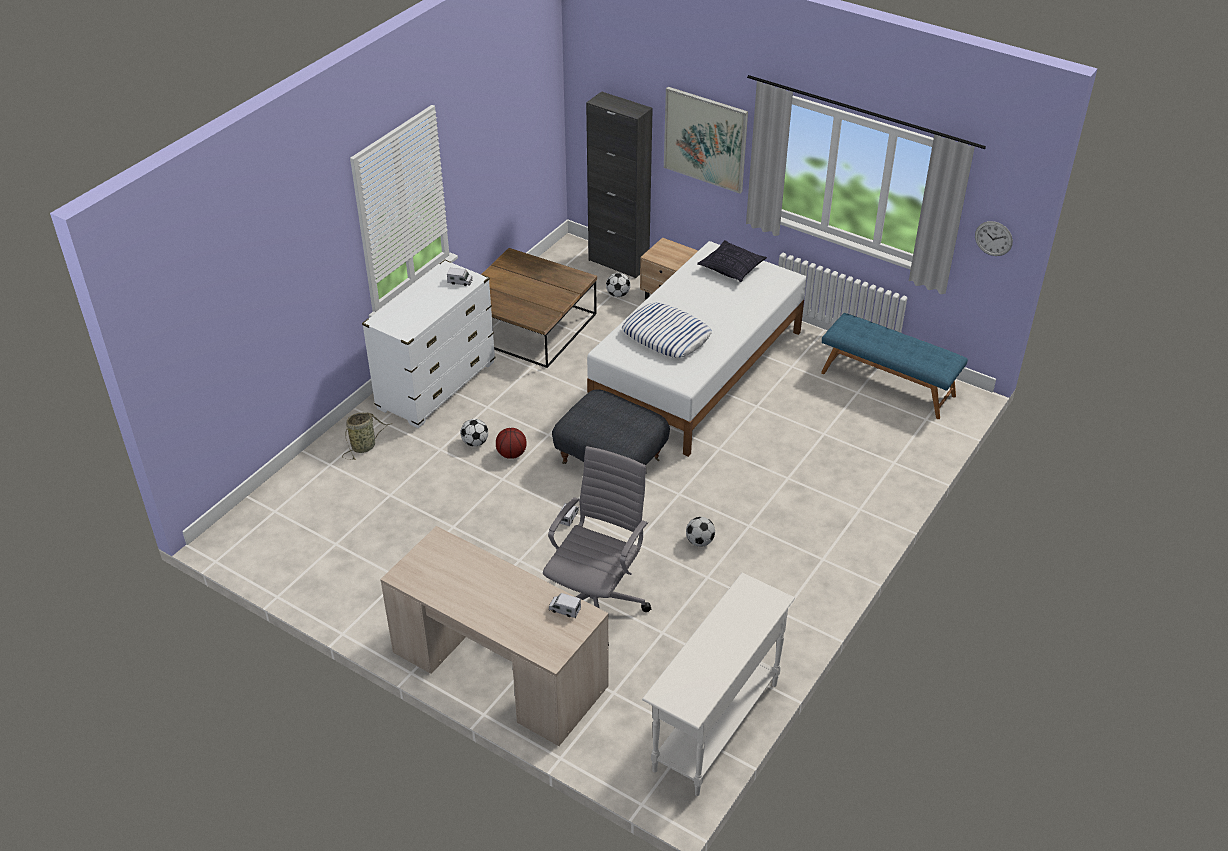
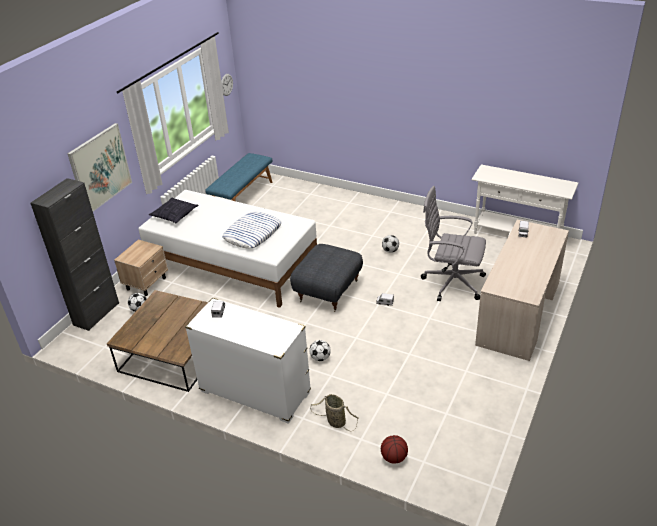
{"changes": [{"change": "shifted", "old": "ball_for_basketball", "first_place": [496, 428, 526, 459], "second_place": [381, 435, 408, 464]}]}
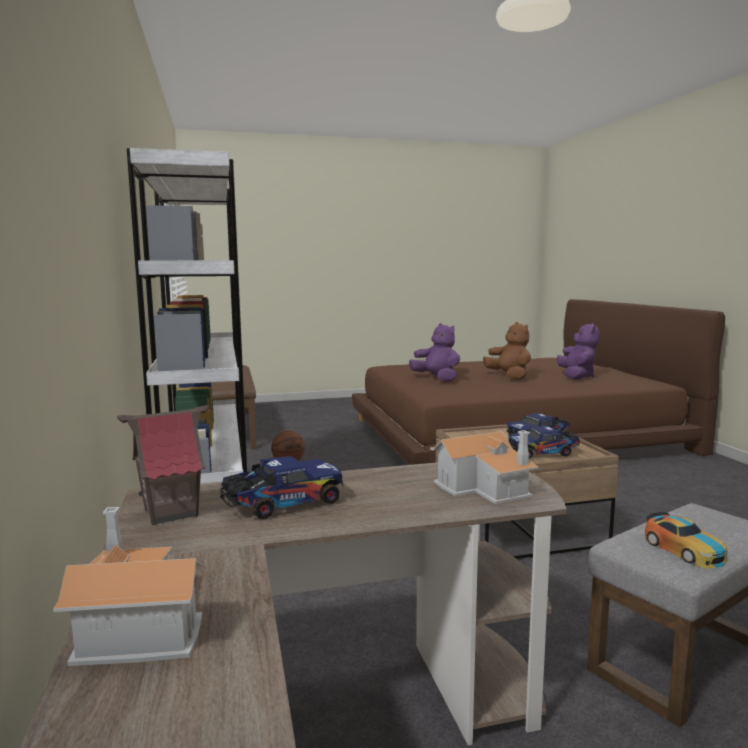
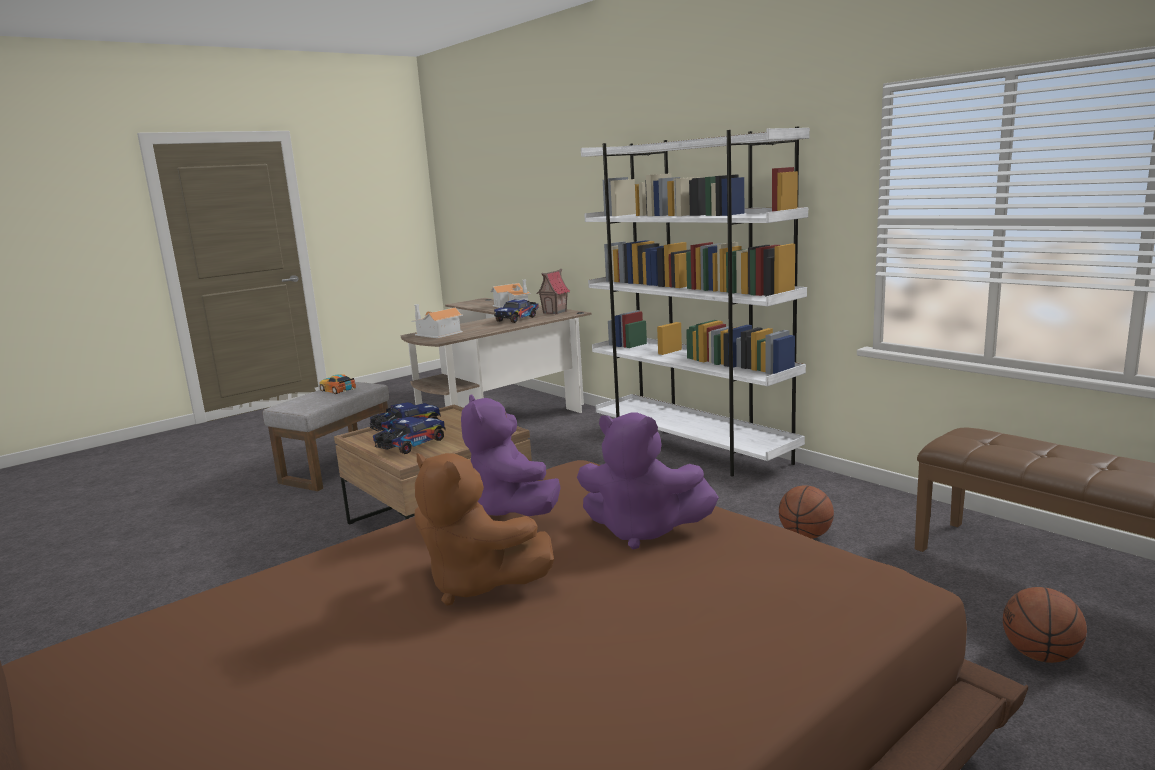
{"changes": [{"change": "new", "new": "ball_for_basketball", "second_place": [1003, 587, 1087, 663]}, {"change": "shifted", "old": "purple_cuddly_toy", "first_place": [557, 323, 599, 380], "second_place": [461, 394, 561, 516]}]}
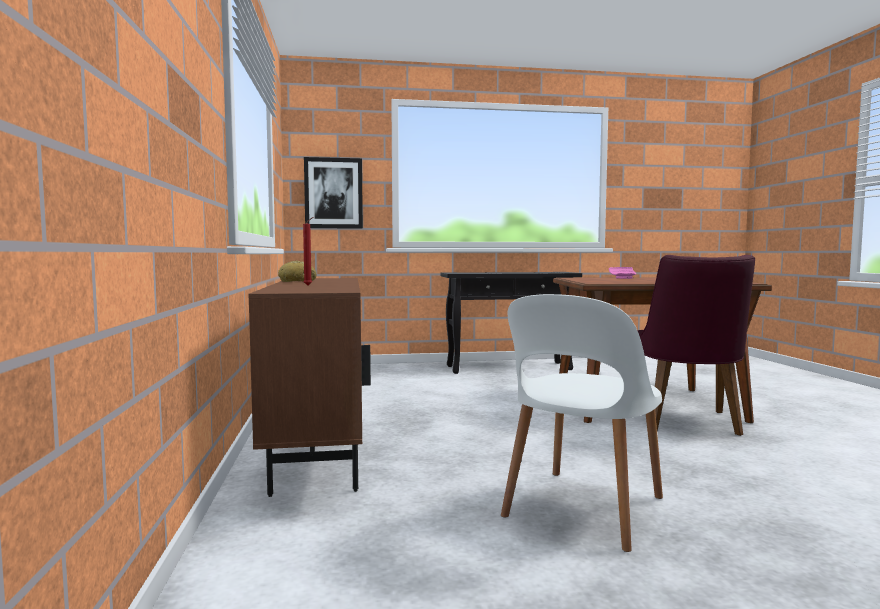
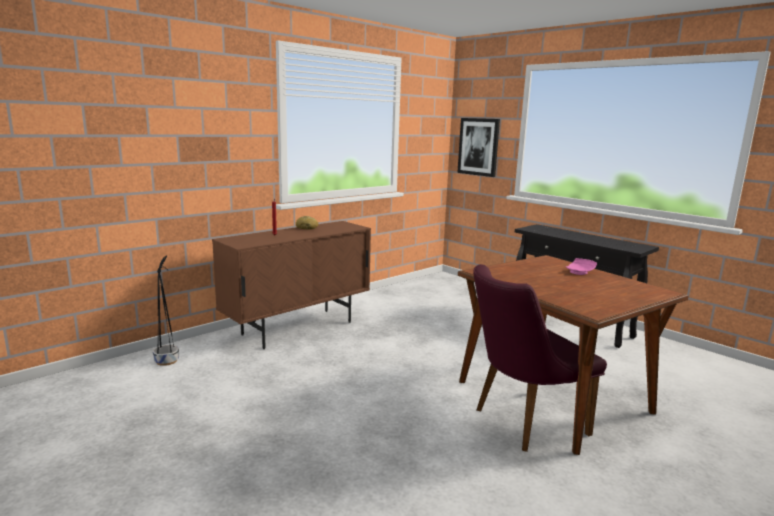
{"changes": [{"change": "gone", "old": "whitish_plain_chair", "first_place": [501, 294, 663, 552]}, {"change": "new", "new": "blackish_flower_pot", "second_place": [153, 255, 179, 366]}]}
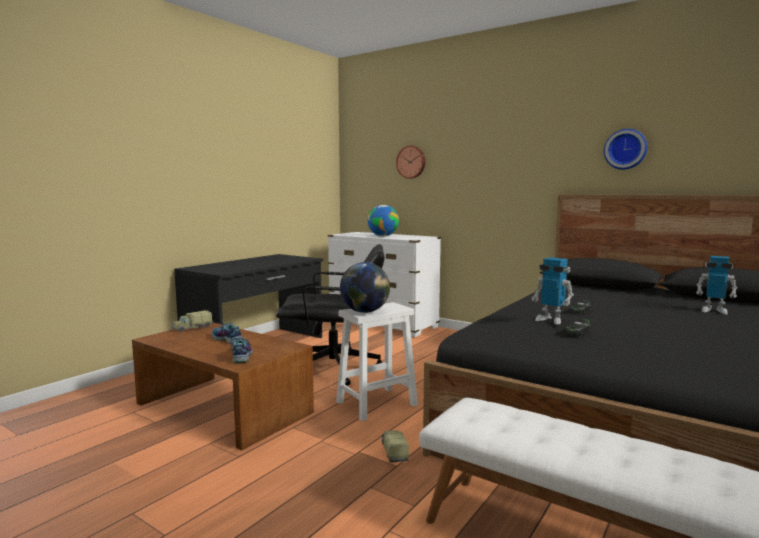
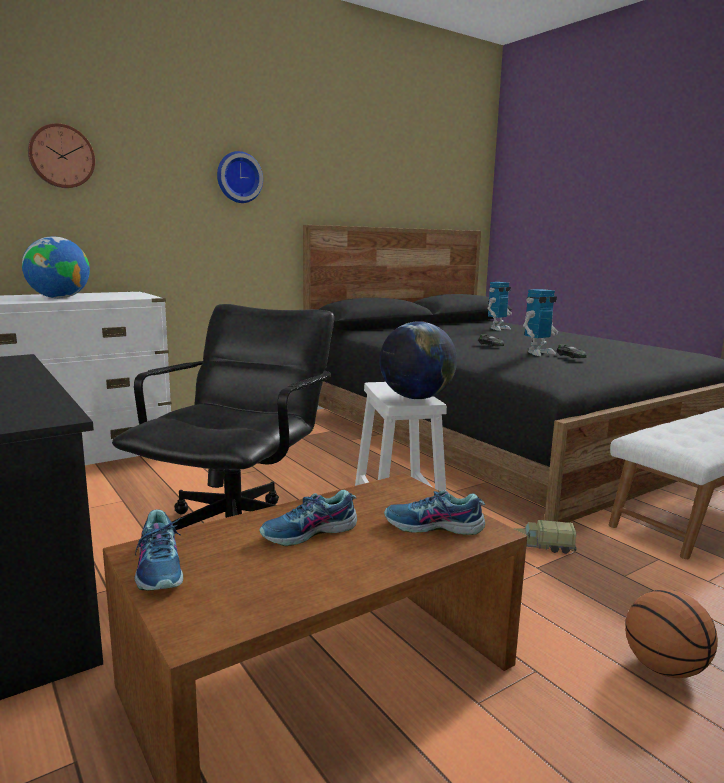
{"changes": [{"change": "new", "new": "ball_for_basketball", "second_place": [625, 590, 718, 678]}, {"change": "shifted", "old": "clock_on_the_wall", "first_place": [604, 129, 647, 170], "second_place": [217, 151, 263, 203]}, {"change": "swapped", "old": "model_truck", "new": "shoe", "first_place": [172, 310, 213, 332], "second_place": [134, 509, 184, 590]}]}
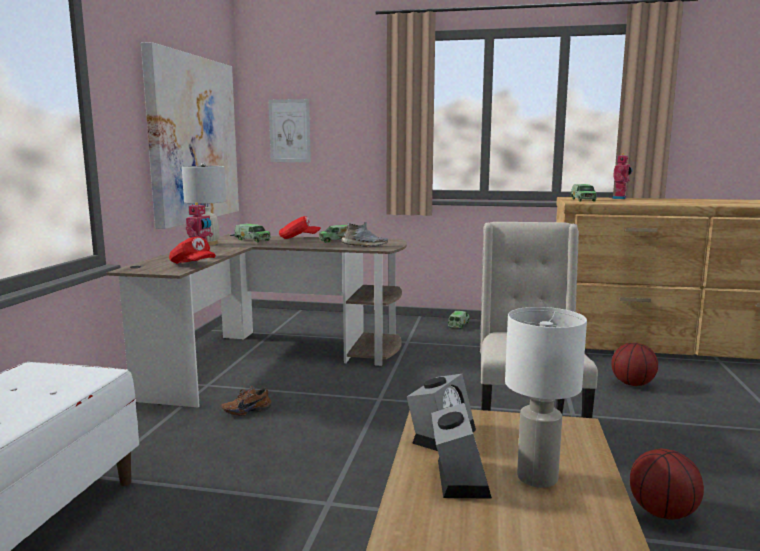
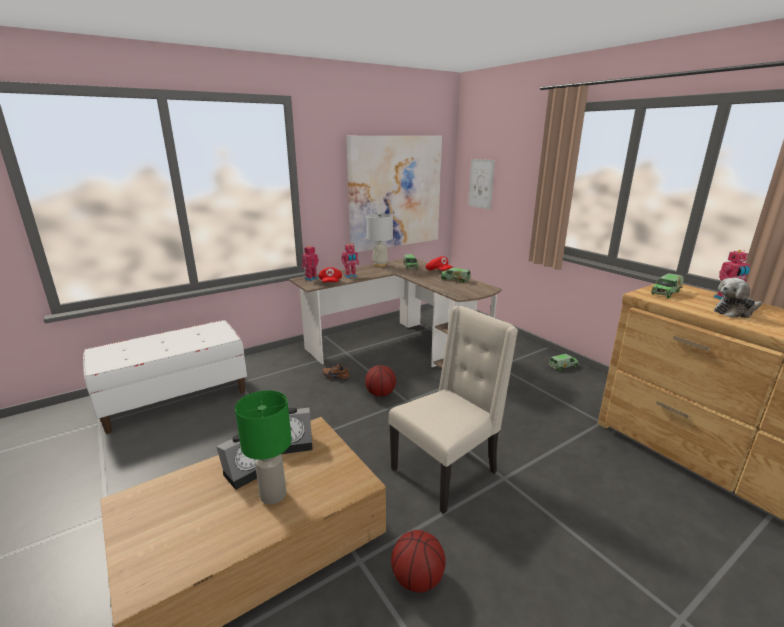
{"changes": [{"change": "gone", "old": "greyish_shoe", "first_place": [341, 222, 388, 247]}, {"change": "new", "new": "model_robot", "second_place": [301, 245, 319, 281]}, {"change": "new", "new": "cuddly_toy", "second_place": [714, 278, 762, 318]}, {"change": "shifted", "old": "ball_for_basketball", "first_place": [611, 343, 658, 386], "second_place": [365, 365, 396, 397]}, {"change": "repainted", "old": "whitish_lamp_for_a_table", "new": "greenish_lamp_for_a_table", "first_place": [505, 307, 587, 488], "second_place": [235, 390, 292, 504]}]}
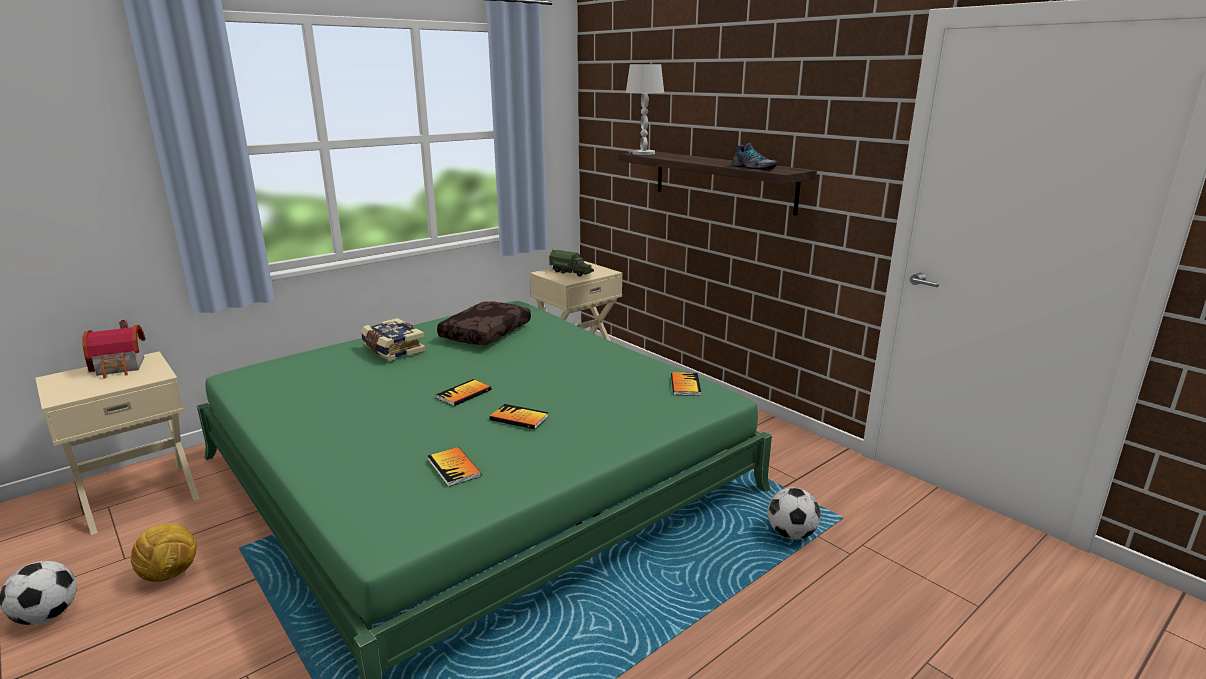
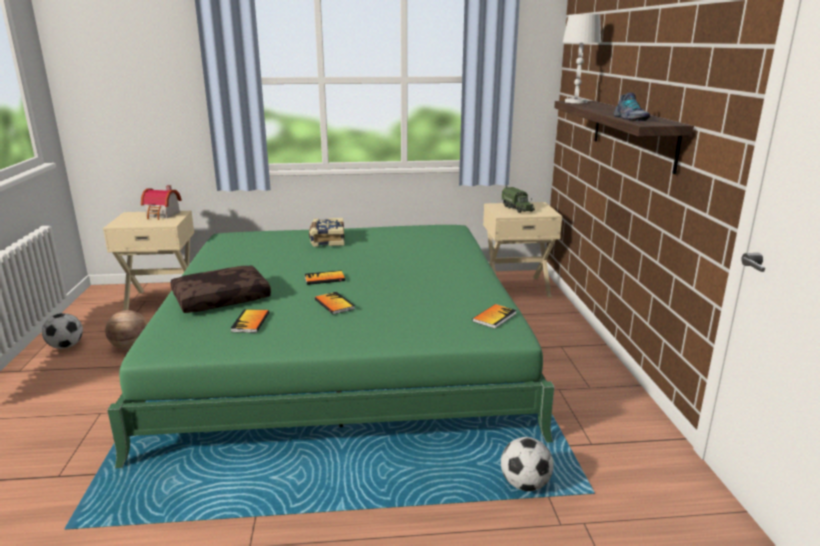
{"changes": [{"change": "shifted", "old": "brown-coloured_pillow", "first_place": [437, 301, 531, 345], "second_place": [171, 266, 271, 313]}, {"change": "swapped", "old": "football", "new": "ball_for_basketball", "first_place": [131, 523, 197, 582], "second_place": [105, 310, 147, 349]}]}
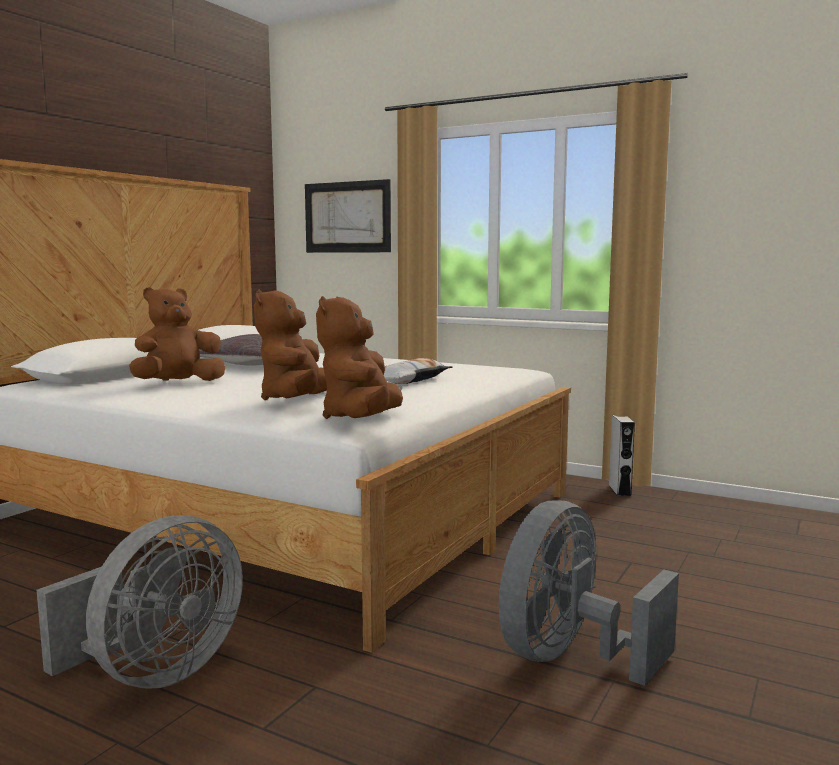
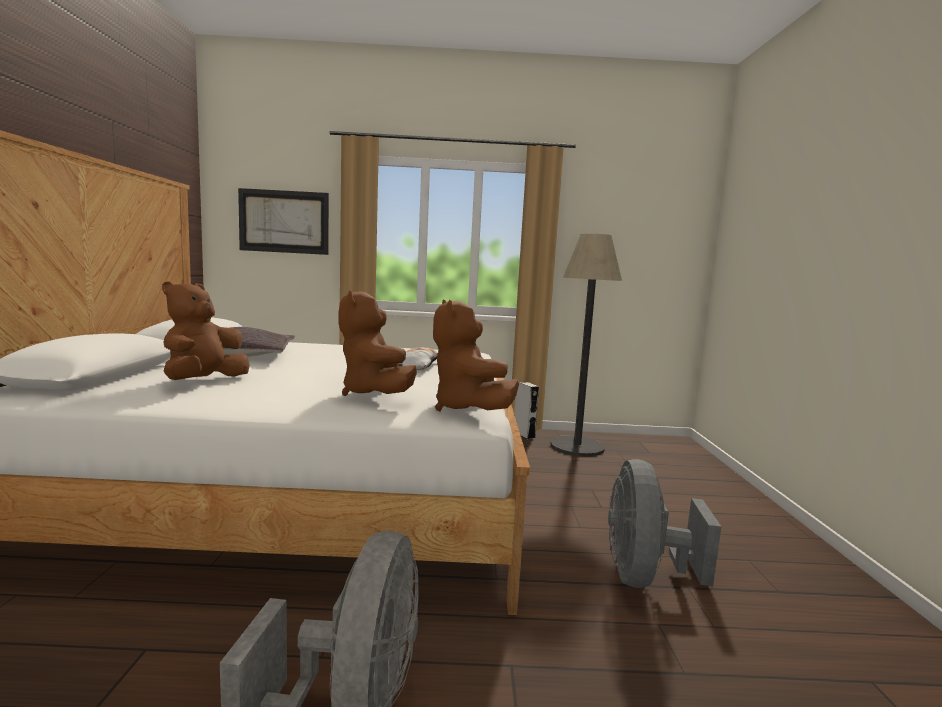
{"changes": [{"change": "new", "new": "standard_lamp", "second_place": [550, 234, 622, 456]}]}
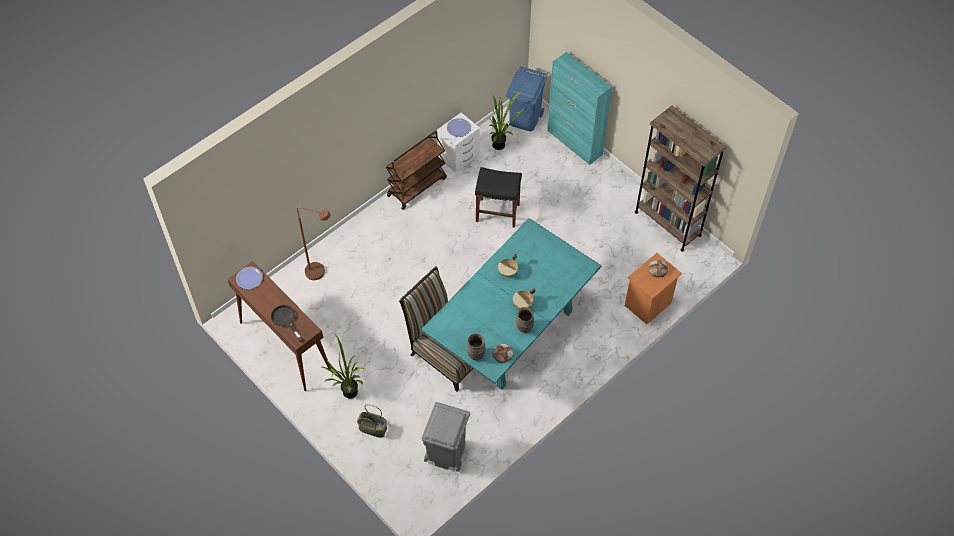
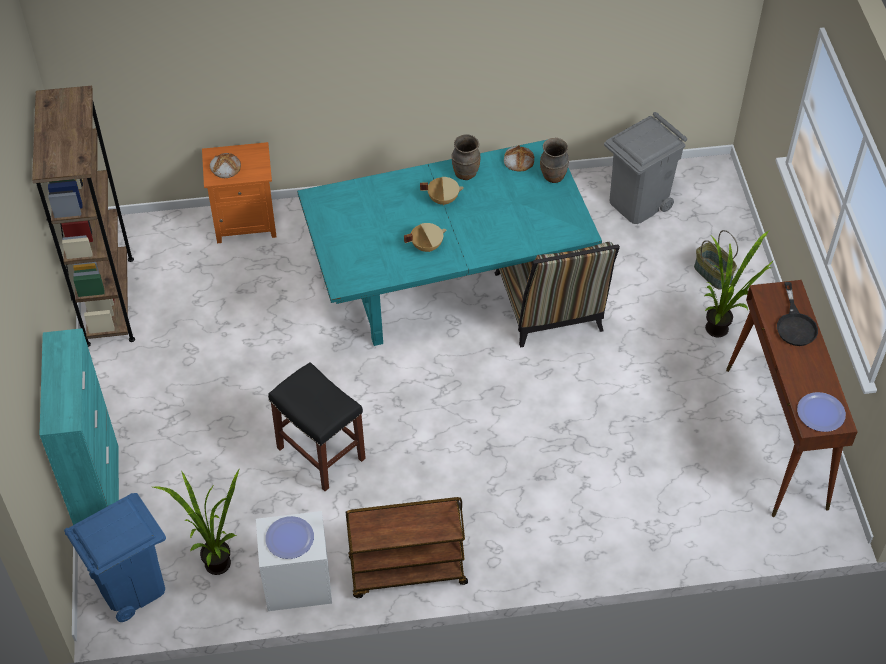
{"changes": [{"change": "gone", "old": "brown-coloured_standard_lamp", "first_place": [297, 207, 331, 280]}]}
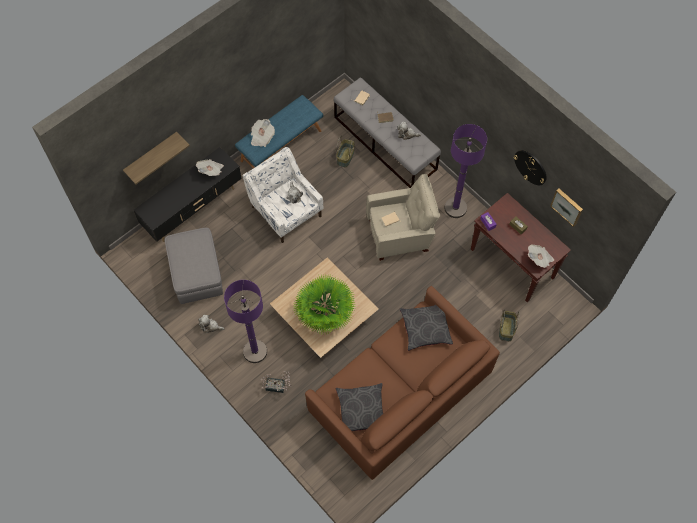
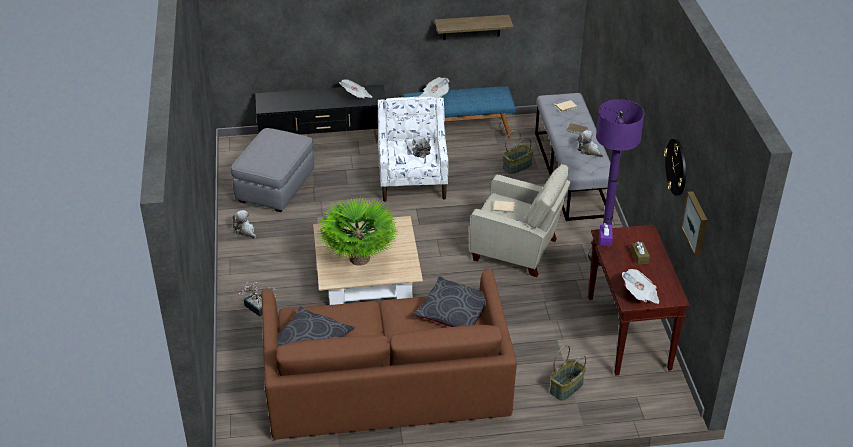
{"changes": [{"change": "gone", "old": "purple_standard_lamp", "first_place": [224, 280, 267, 363]}, {"change": "shifted", "old": "wall_shelf", "first_place": [123, 132, 190, 184], "second_place": [435, 15, 514, 40]}]}
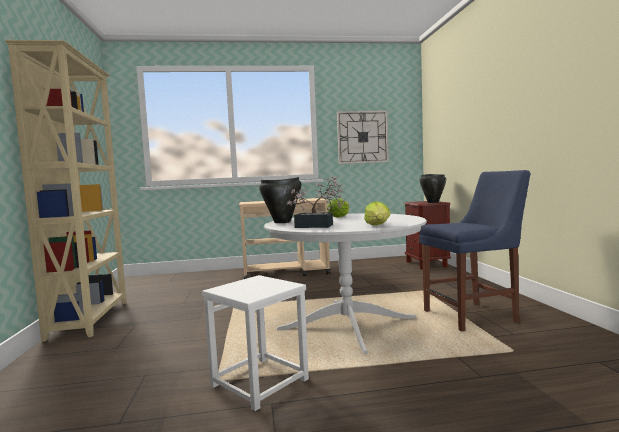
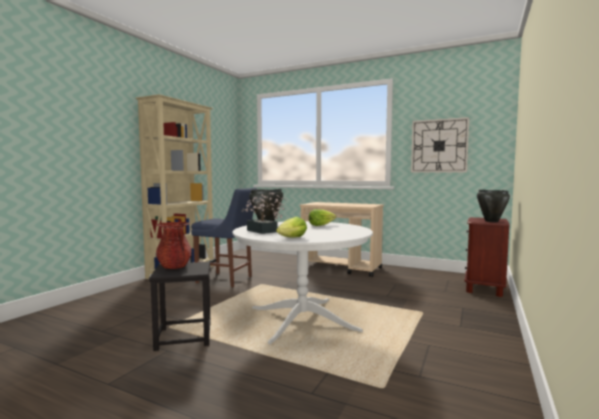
{"changes": [{"change": "new", "new": "reddish_flower_vase", "second_place": [156, 222, 192, 269]}, {"change": "shifted", "old": "blue-coloured_plain_chair", "first_place": [419, 170, 530, 331], "second_place": [191, 188, 257, 287]}, {"change": "repainted", "old": "whitish_stool", "new": "blackish_stool", "first_place": [202, 275, 309, 411], "second_place": [149, 262, 211, 351]}]}
